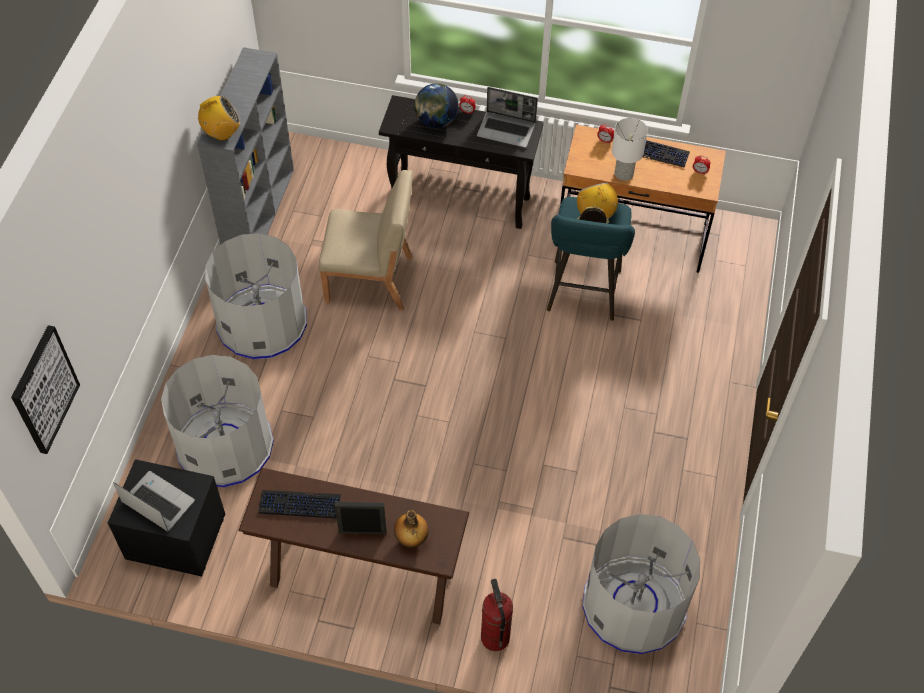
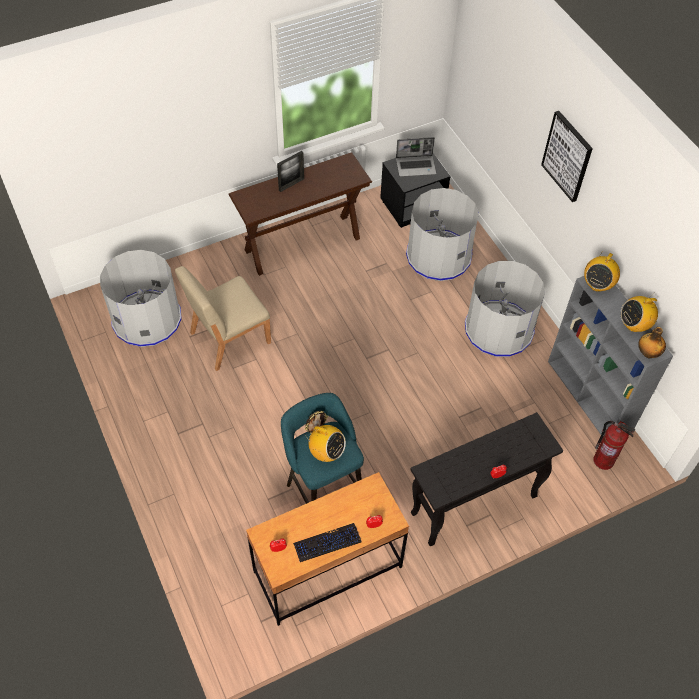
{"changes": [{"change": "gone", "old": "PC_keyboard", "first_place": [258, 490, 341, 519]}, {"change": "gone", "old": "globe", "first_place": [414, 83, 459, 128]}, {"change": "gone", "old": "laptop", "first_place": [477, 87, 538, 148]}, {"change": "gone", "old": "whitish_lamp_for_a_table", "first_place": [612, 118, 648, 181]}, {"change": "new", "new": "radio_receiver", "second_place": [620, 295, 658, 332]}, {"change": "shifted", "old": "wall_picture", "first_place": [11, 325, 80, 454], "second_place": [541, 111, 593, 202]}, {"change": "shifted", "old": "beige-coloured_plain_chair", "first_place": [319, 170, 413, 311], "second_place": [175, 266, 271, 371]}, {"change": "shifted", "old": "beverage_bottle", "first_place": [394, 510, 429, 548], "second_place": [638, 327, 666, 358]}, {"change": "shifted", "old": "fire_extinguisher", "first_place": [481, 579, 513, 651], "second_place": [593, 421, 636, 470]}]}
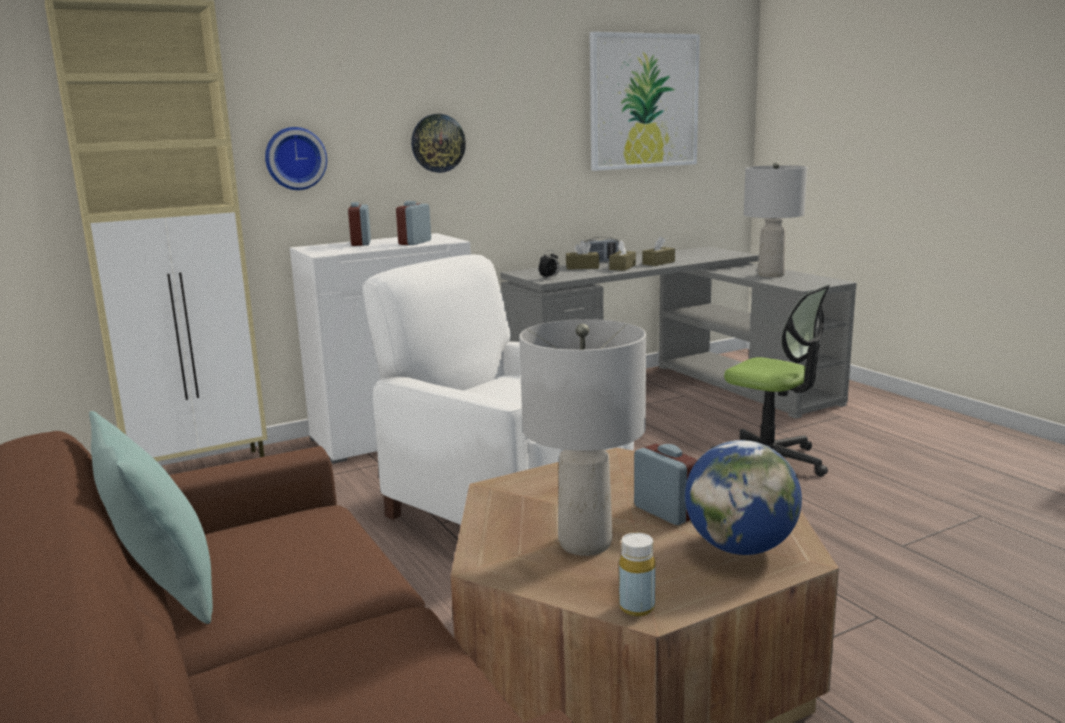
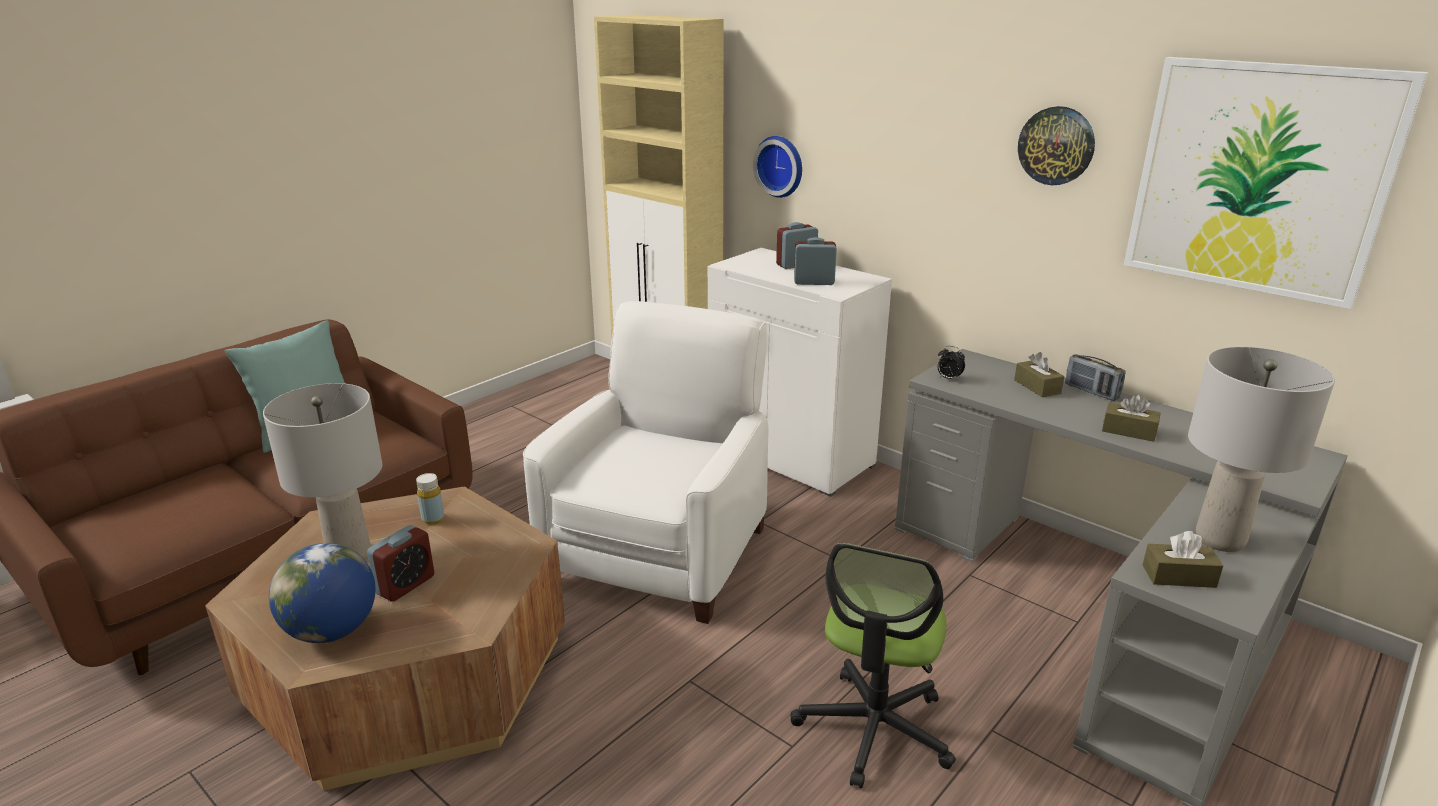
{"changes": [{"change": "shifted", "old": "clock_on_the_wall", "first_place": [411, 114, 466, 173], "second_place": [1018, 106, 1095, 185]}, {"change": "shifted", "old": "brown-coloured_box_of_tissues", "first_place": [609, 240, 636, 271], "second_place": [1143, 531, 1223, 588]}, {"change": "shifted", "old": "yellow-coloured_beverage_bottle", "first_place": [619, 533, 655, 616], "second_place": [416, 473, 444, 525]}]}
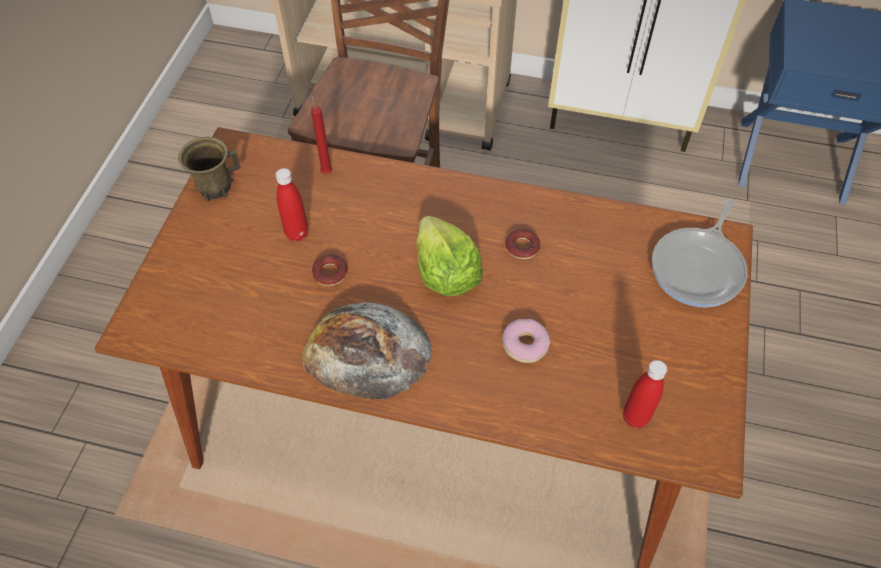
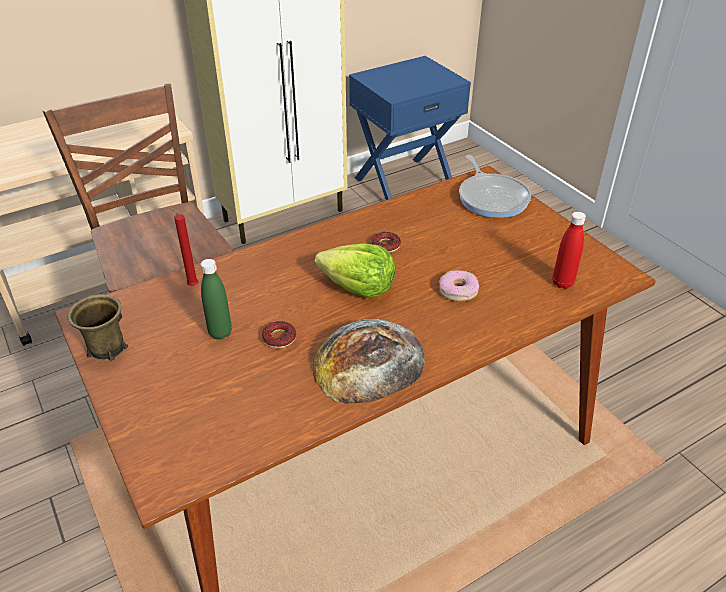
{"changes": [{"change": "repainted", "old": "reddish_beverage_bottle", "new": "greenish_beverage_bottle", "first_place": [275, 168, 308, 241], "second_place": [200, 259, 232, 339]}]}
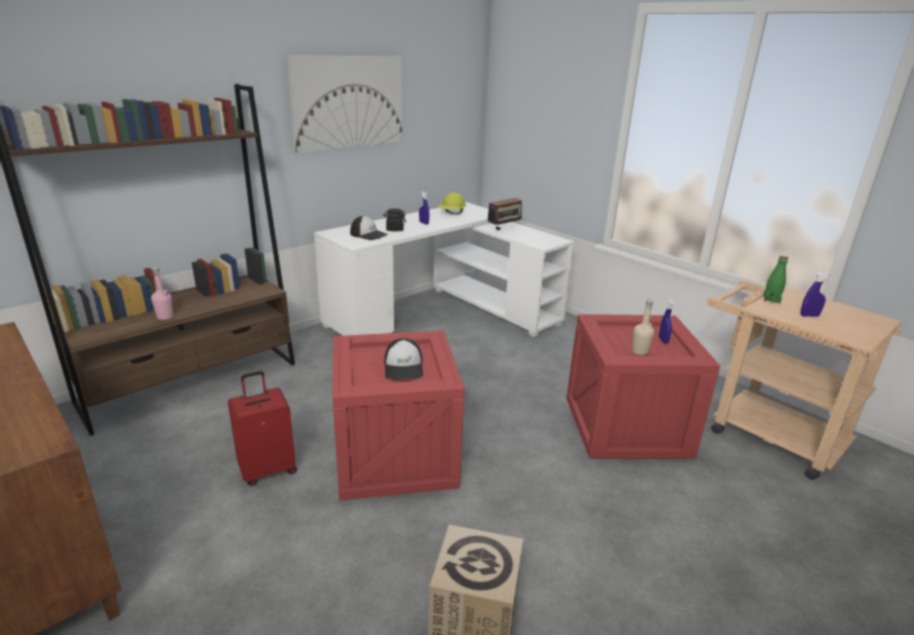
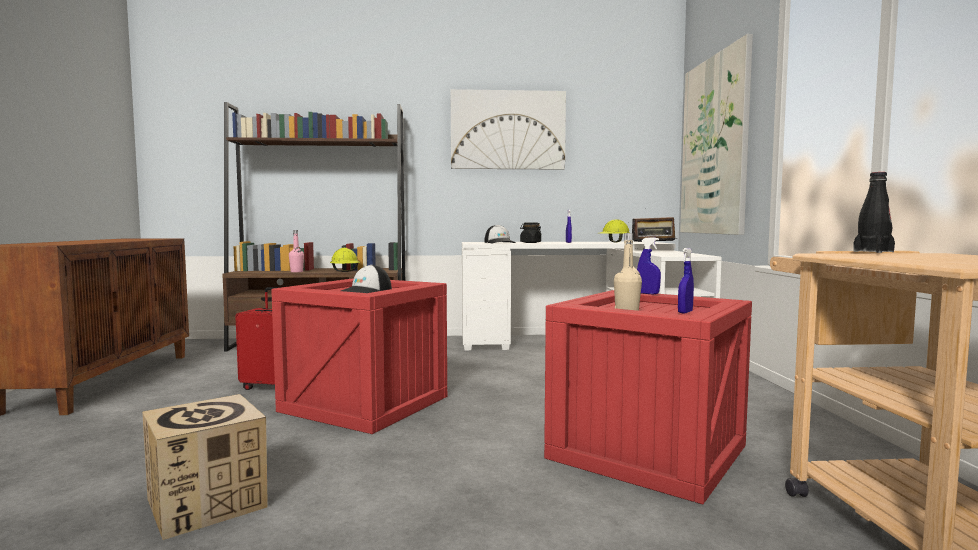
{"changes": [{"change": "new", "new": "yellow-coloured_hard_hat", "second_place": [330, 248, 360, 272]}, {"change": "new", "new": "wall_picture", "second_place": [680, 34, 753, 235]}, {"change": "shifted", "old": "blue-coloured_spray_bottle", "first_place": [800, 272, 832, 317], "second_place": [637, 238, 661, 295]}, {"change": "repainted", "old": "greenish_beverage_bottle", "new": "blackish_beverage_bottle", "first_place": [763, 256, 788, 304], "second_place": [853, 172, 895, 253]}]}
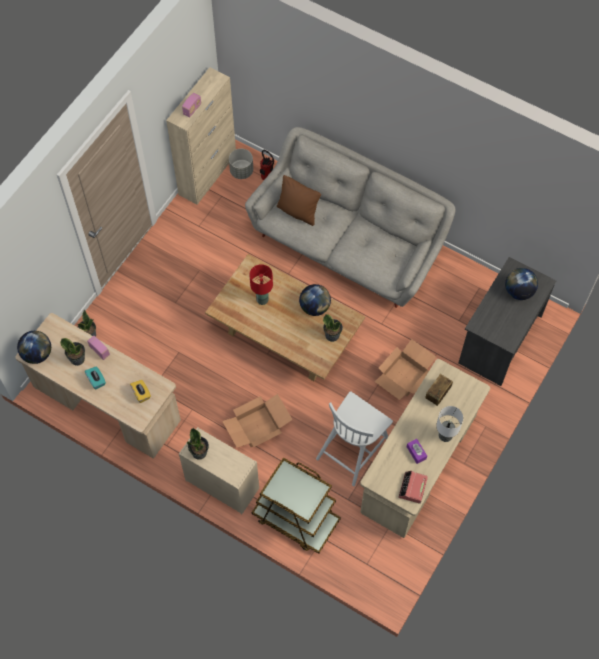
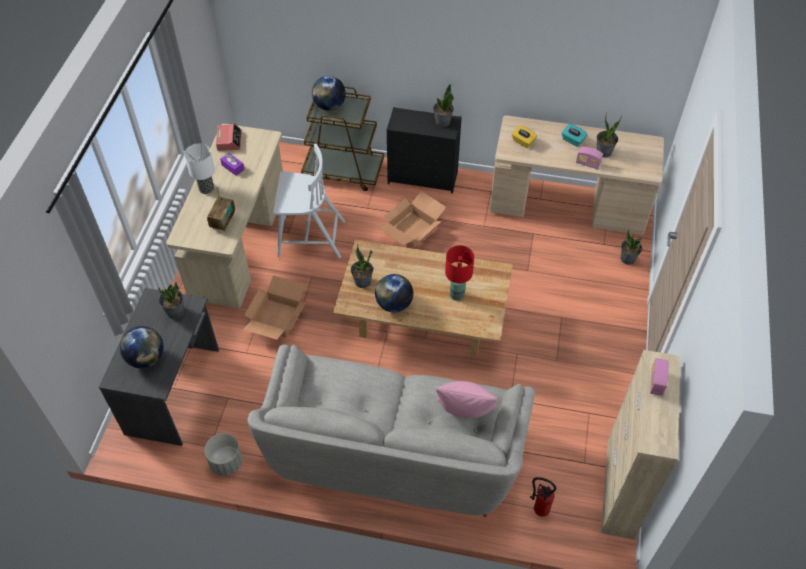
{"changes": [{"change": "new", "new": "houseplant", "second_place": [158, 282, 184, 319]}, {"change": "shifted", "old": "globe", "first_place": [17, 331, 51, 364], "second_place": [312, 76, 346, 111]}, {"change": "shifted", "old": "greyish_flower_pot", "first_place": [229, 149, 253, 179], "second_place": [204, 433, 243, 476]}, {"change": "repainted", "old": "beige-coloured_chest_of_drawers", "new": "blackish_chest_of_drawers", "first_place": [179, 427, 259, 514], "second_place": [387, 107, 462, 194]}, {"change": "repainted", "old": "brown-coloured_pillow", "new": "pink_pillow", "first_place": [277, 175, 321, 226], "second_place": [436, 381, 497, 418]}, {"change": "rotated", "old": "whitish_plain_chair", "first_place": [316, 391, 393, 486], "second_place": [273, 144, 345, 258], "degrees": 75}]}
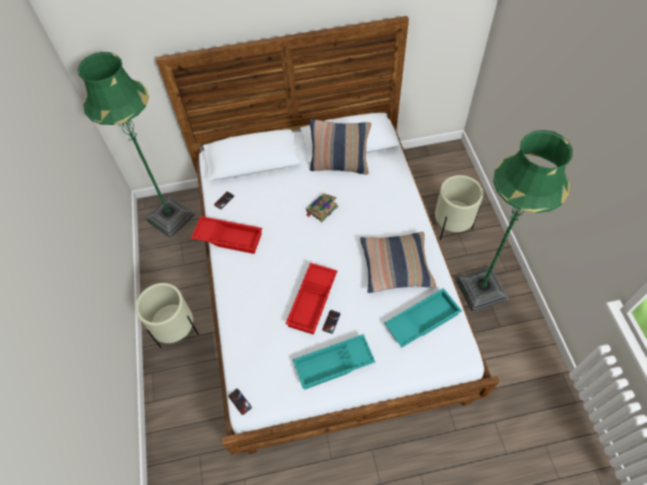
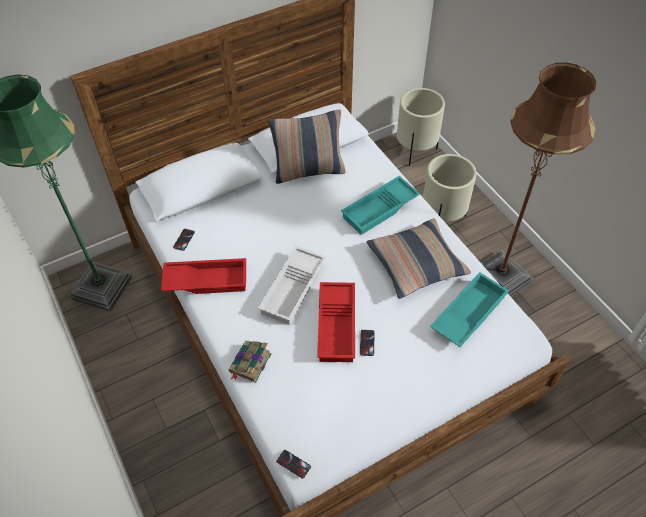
{"changes": [{"change": "new", "new": "whitish_serving_tray", "second_place": [258, 246, 326, 325]}, {"change": "shifted", "old": "beige-coloured_flower_pot", "first_place": [135, 283, 199, 348], "second_place": [397, 88, 445, 166]}, {"change": "shifted", "old": "turquoise-coloured_serving_tray", "first_place": [293, 334, 375, 390], "second_place": [341, 176, 420, 235]}, {"change": "shifted", "old": "book", "first_place": [306, 193, 338, 222], "second_place": [229, 341, 272, 383]}, {"change": "repainted", "old": "greenish_standard_lamp", "new": "brown-coloured_standard_lamp", "first_place": [456, 130, 573, 312], "second_place": [481, 63, 597, 297]}]}
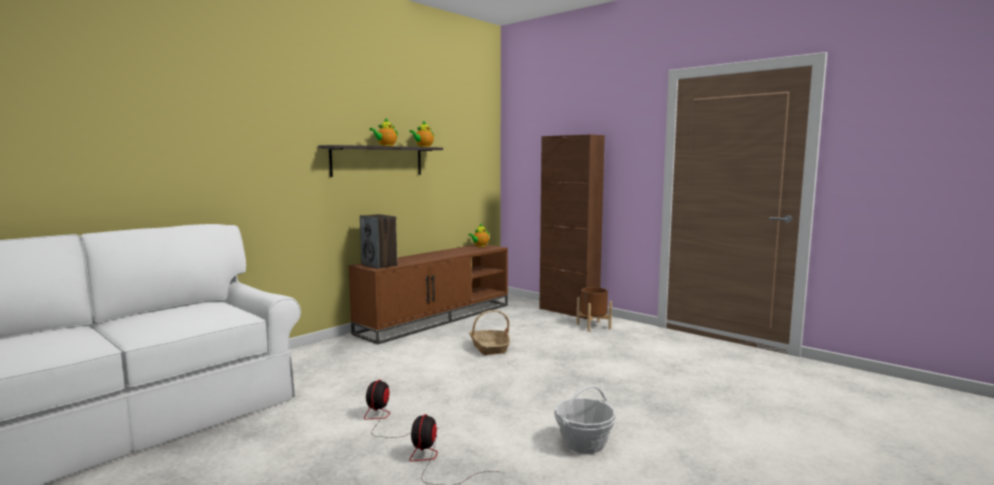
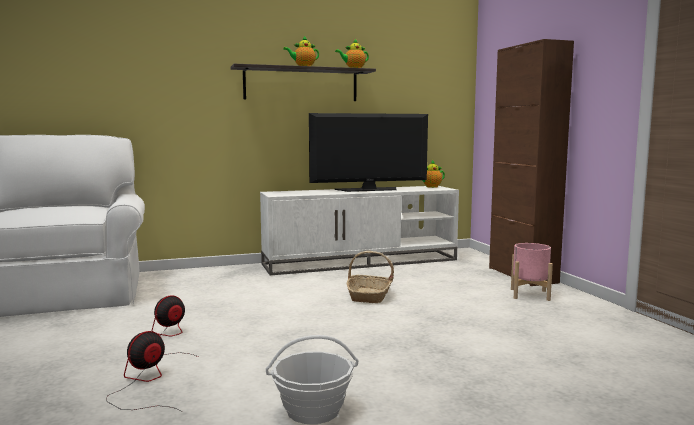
{"changes": [{"change": "gone", "old": "speaker", "first_place": [360, 214, 397, 269]}, {"change": "new", "new": "TV_set", "second_place": [309, 113, 428, 192]}, {"change": "repainted", "old": "brown-coloured_tv_unit", "new": "whitish_tv_unit", "first_place": [349, 245, 508, 344], "second_place": [260, 186, 459, 275]}, {"change": "repainted", "old": "brown-coloured_flower_pot", "new": "pink_flower_pot", "first_place": [577, 287, 612, 332], "second_place": [511, 243, 553, 301]}]}
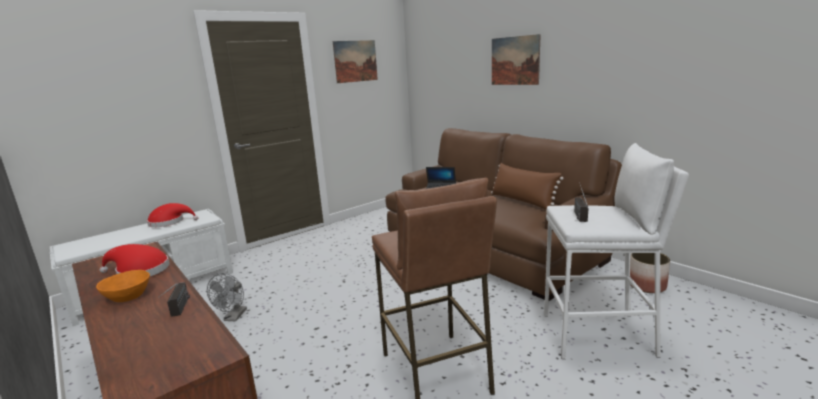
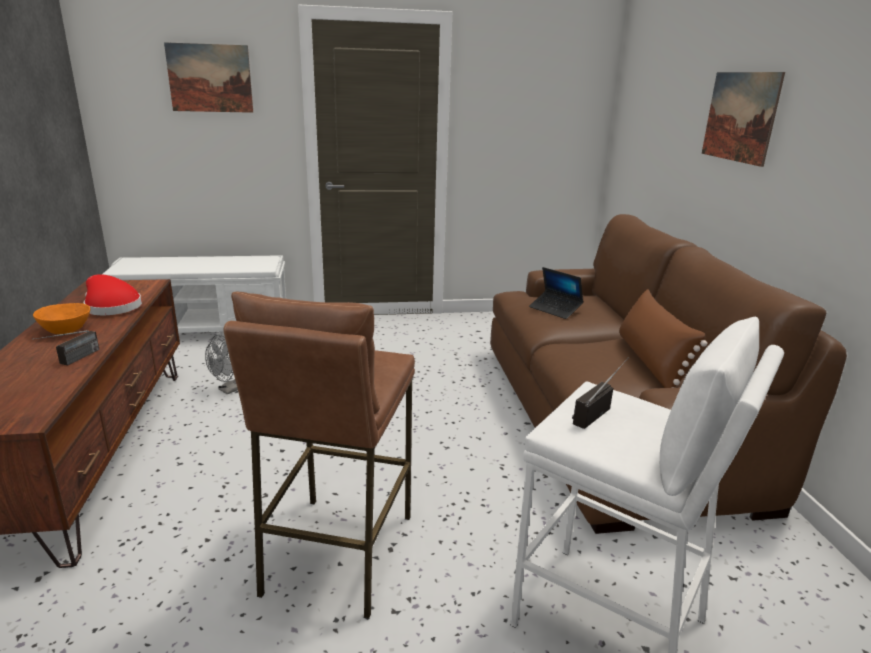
{"changes": [{"change": "gone", "old": "reddish_clothing_hat", "first_place": [147, 203, 198, 227]}, {"change": "gone", "old": "flower_pot", "first_place": [630, 253, 670, 293]}, {"change": "shifted", "old": "wall_picture", "first_place": [333, 40, 378, 83], "second_place": [164, 42, 253, 113]}]}
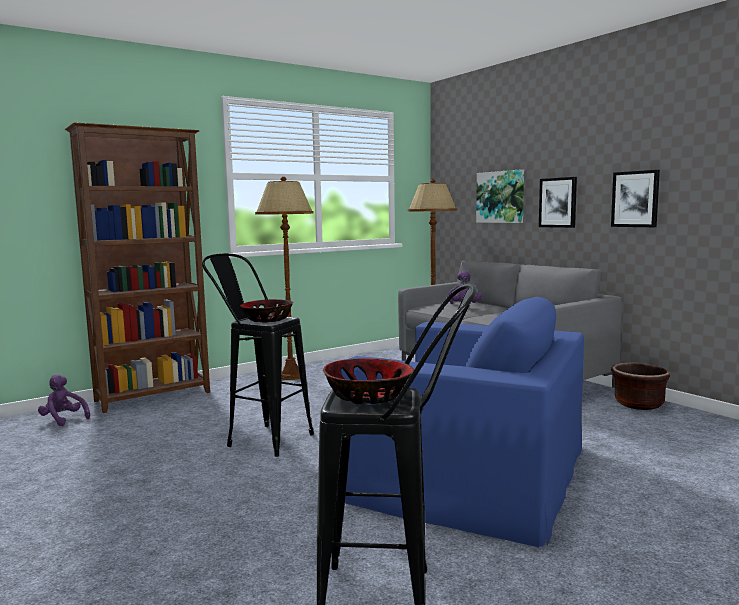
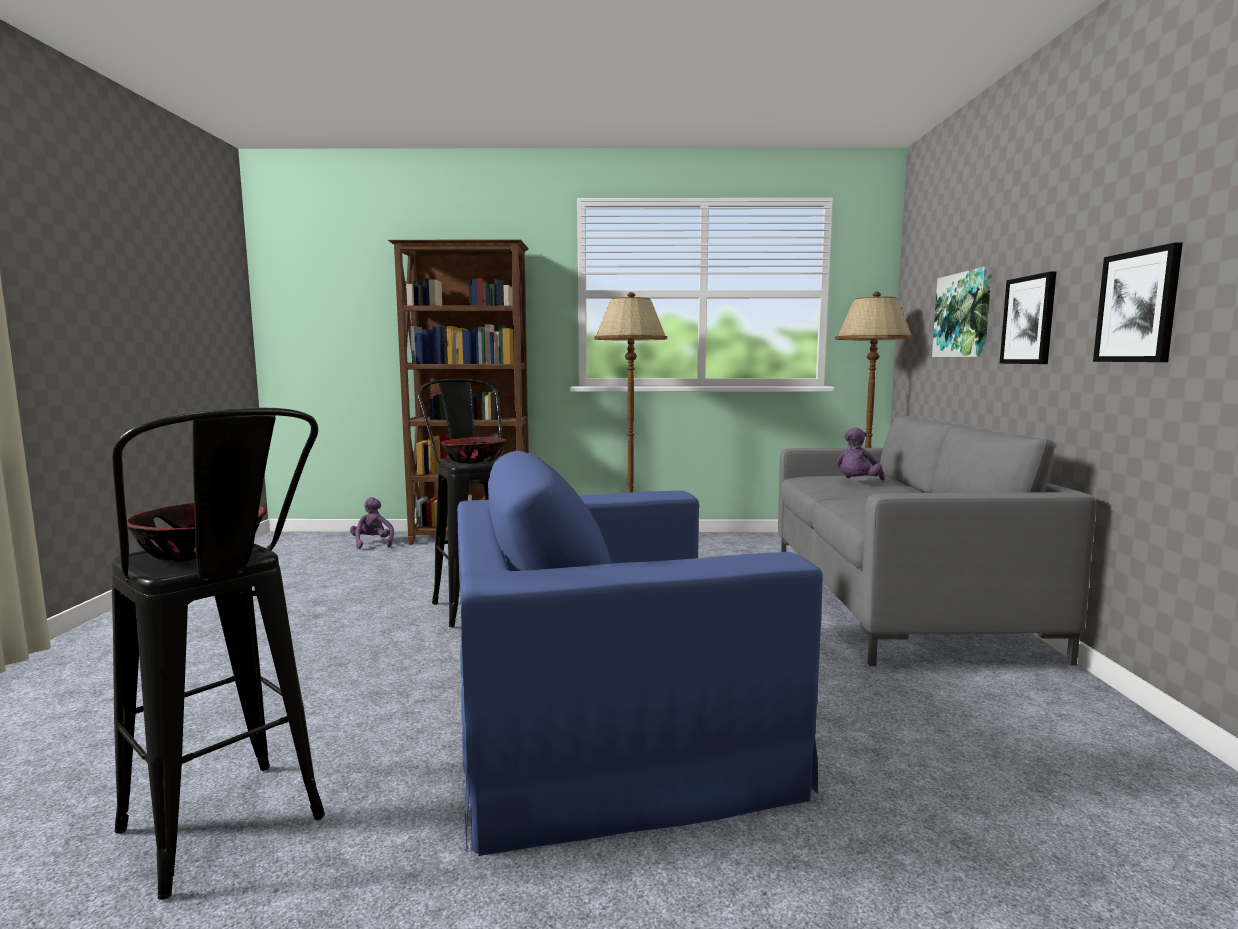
{"changes": [{"change": "gone", "old": "brown-coloured_flower_pot", "first_place": [611, 362, 670, 410]}, {"change": "rotated", "old": "blue-coloured_easy_chair", "first_place": [341, 297, 584, 547], "second_place": [457, 451, 823, 856], "degrees": 105}]}
